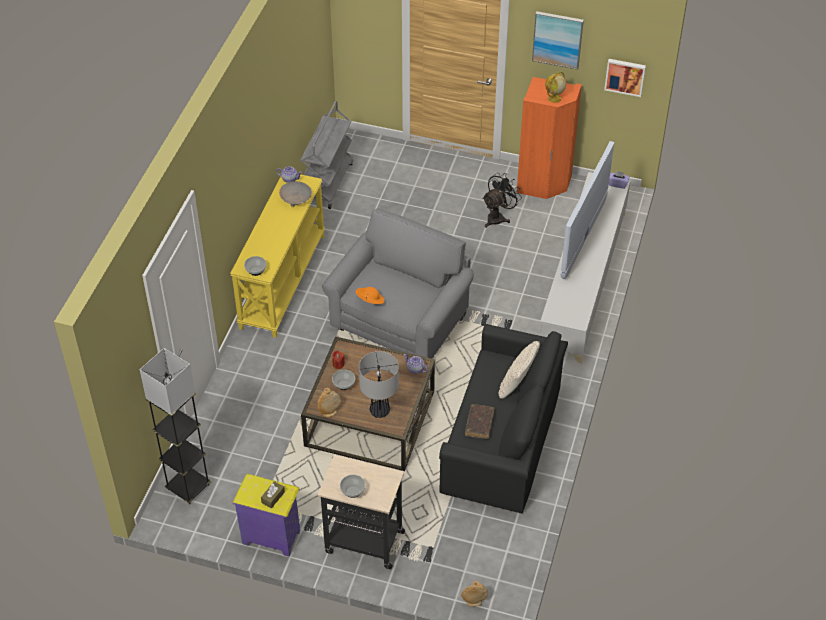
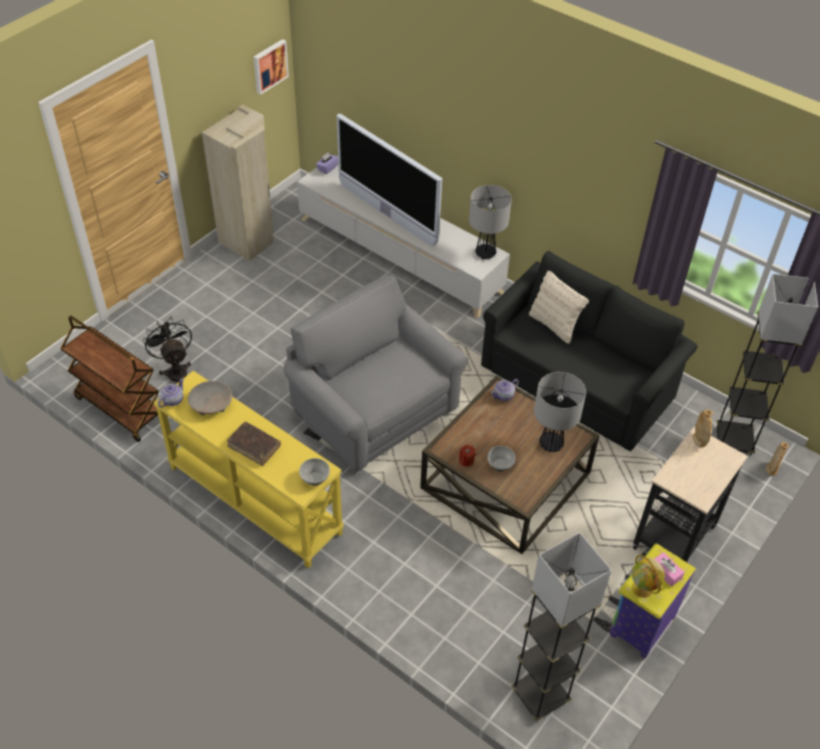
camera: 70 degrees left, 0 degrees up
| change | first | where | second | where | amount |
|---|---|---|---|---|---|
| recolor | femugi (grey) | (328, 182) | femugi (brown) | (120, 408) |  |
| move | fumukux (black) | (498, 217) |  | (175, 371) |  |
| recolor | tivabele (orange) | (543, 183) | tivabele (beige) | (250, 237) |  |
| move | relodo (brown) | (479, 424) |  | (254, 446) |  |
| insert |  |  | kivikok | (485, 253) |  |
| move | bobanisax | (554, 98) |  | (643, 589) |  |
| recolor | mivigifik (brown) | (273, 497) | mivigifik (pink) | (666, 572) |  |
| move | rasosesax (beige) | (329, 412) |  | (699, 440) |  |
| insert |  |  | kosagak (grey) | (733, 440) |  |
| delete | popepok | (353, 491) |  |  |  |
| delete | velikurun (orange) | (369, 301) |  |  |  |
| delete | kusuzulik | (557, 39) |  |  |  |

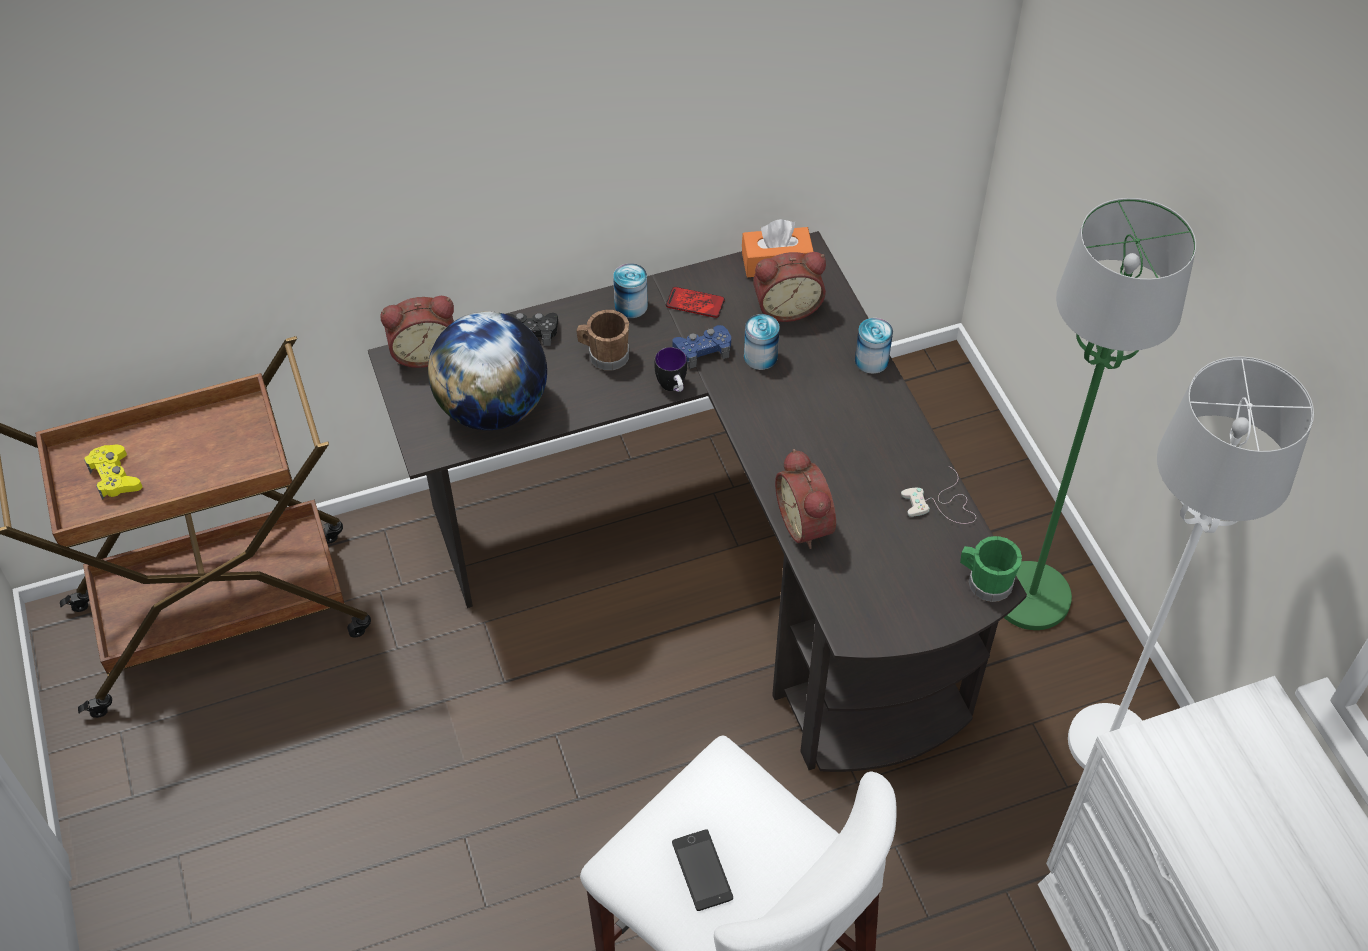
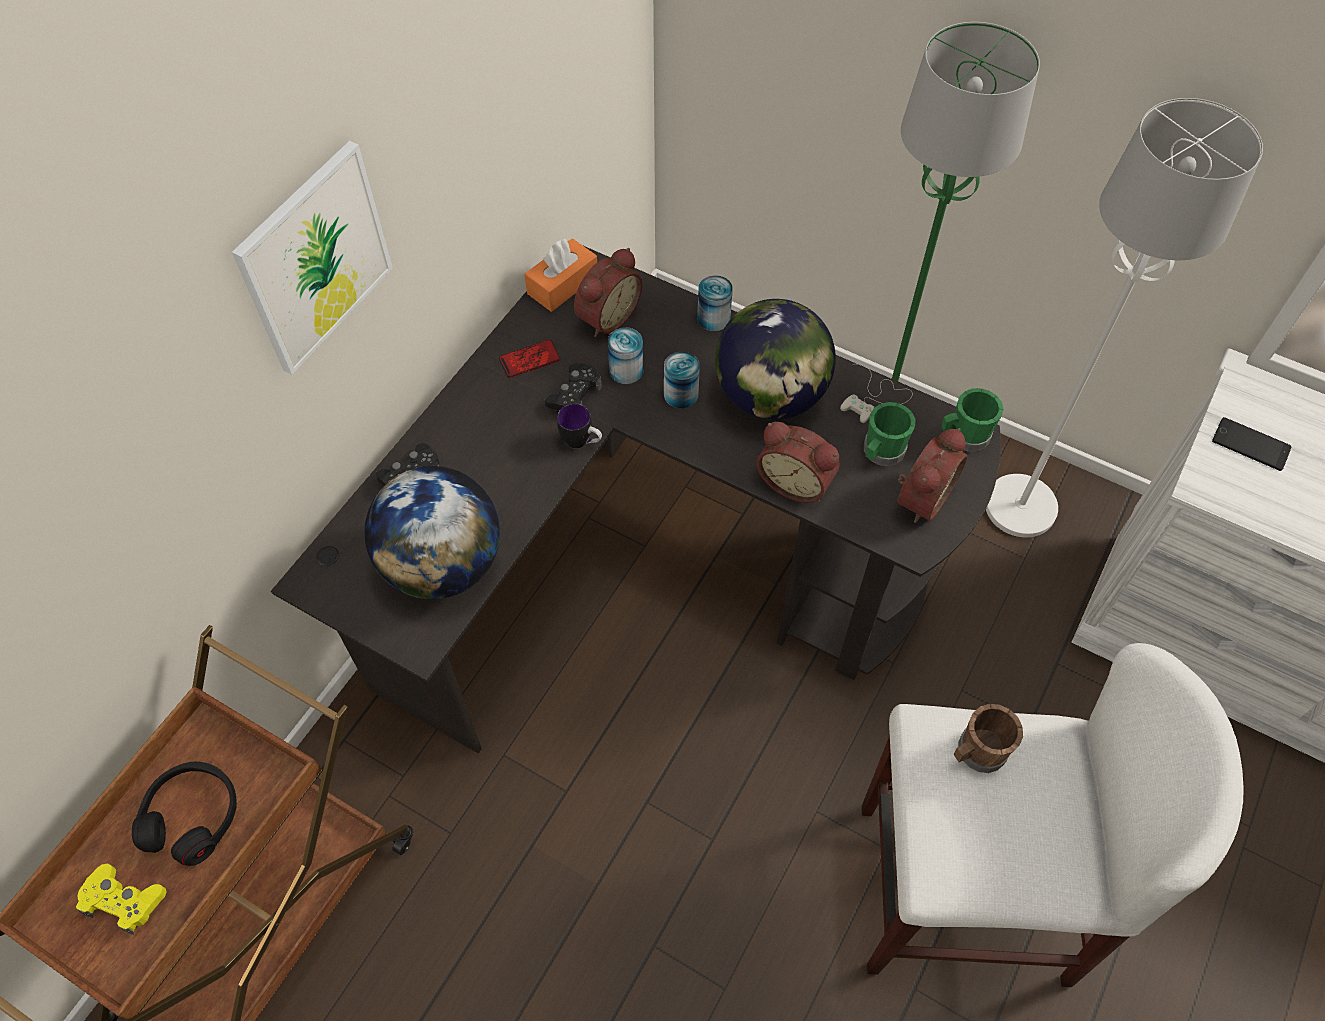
camera: 40 degrees left, 5 degrees up
| change | first | where | second | where | amount |
|---|---|---|---|---|---|
| insert |  |  | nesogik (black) | (193, 816) |  |
| insert |  |  | kusuzulik | (315, 258) |  |
| recolor | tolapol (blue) | (702, 350) | tolapol (black) | (574, 395) |  |
| move | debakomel | (631, 306) |  | (681, 394) |  |
| insert |  |  | bobanisax | (770, 396) |  |
| insert |  |  | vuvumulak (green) | (881, 452) |  |
| move | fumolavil | (424, 351) |  | (920, 497) |  |
| move | vuvumulak (brown) | (604, 355) |  | (977, 752) |  |
| move | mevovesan | (702, 870) |  | (1250, 444) |  |

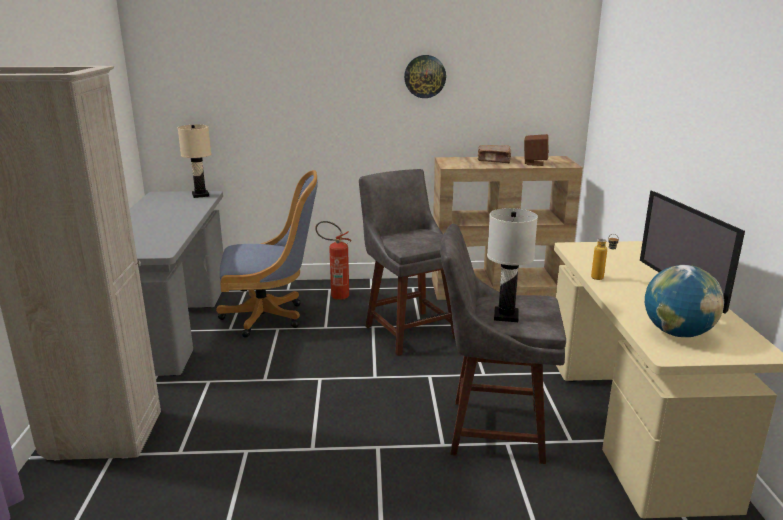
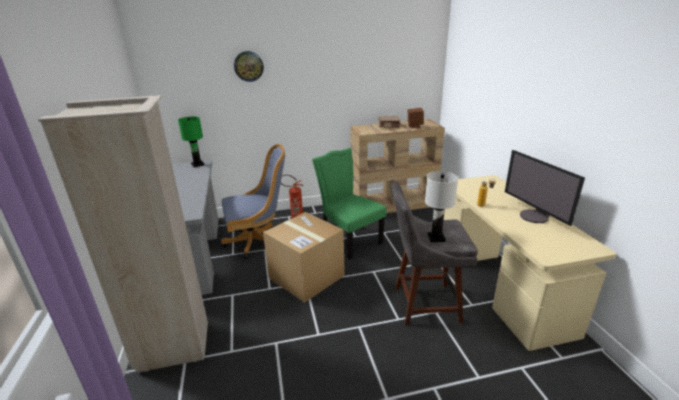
camera: 10 degrees left, 5 degrees up
| change | first | where | second | where | amount |
|---|---|---|---|---|---|
| recolor | kivikok (beige) | (200, 195) | kivikok (green) | (197, 164) |  |
| move | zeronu | (425, 76) |  | (248, 66) |  |
| insert |  |  | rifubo | (306, 277) |  |
| replace | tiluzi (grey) | (409, 330) | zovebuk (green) | (350, 241) |  |
| delete | bobanisax | (677, 333) |  |  |  |

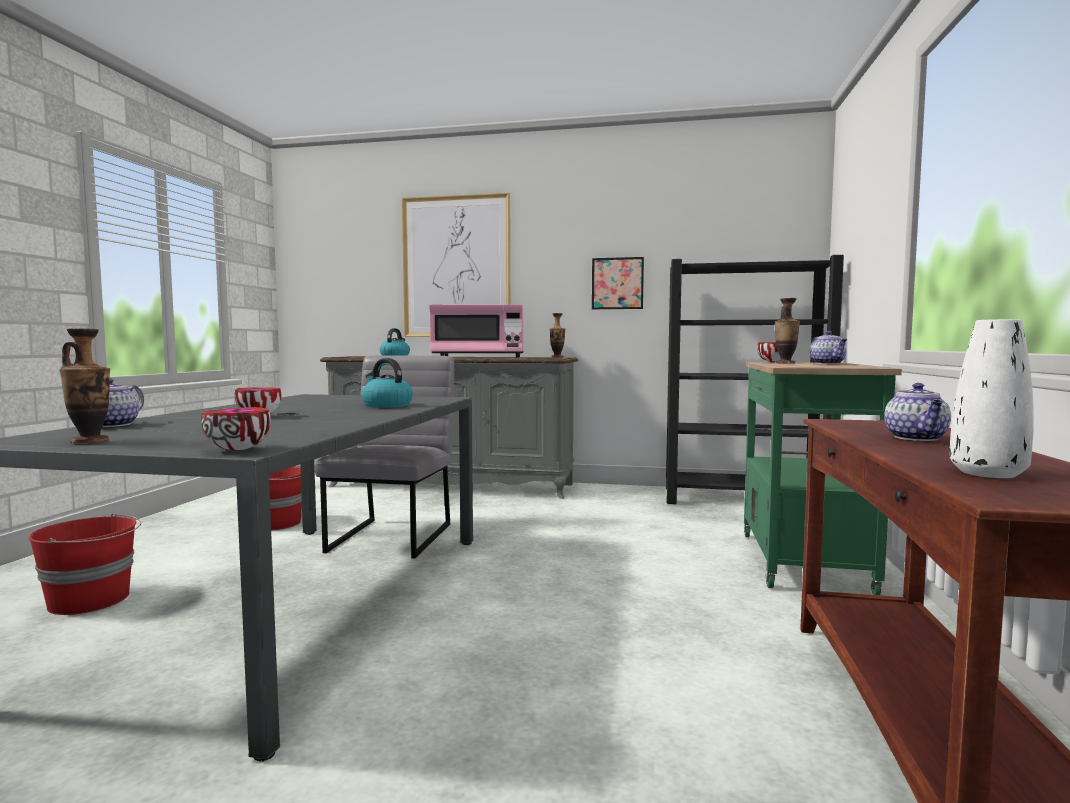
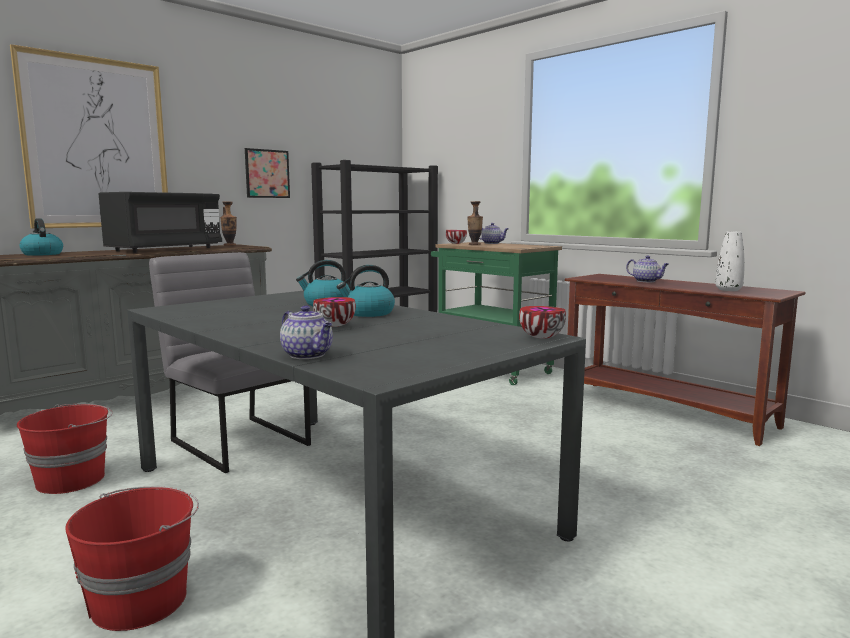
camera: 55 degrees left, 5 degrees up
| change | first | where | second | where | amount |
|---|---|---|---|---|---|
| recolor | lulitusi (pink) | (478, 357) | lulitusi (black) | (165, 249) |  |
| insert |  |  | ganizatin | (368, 313) |  |
| delete | rasosesax | (90, 441) |  |  |  |

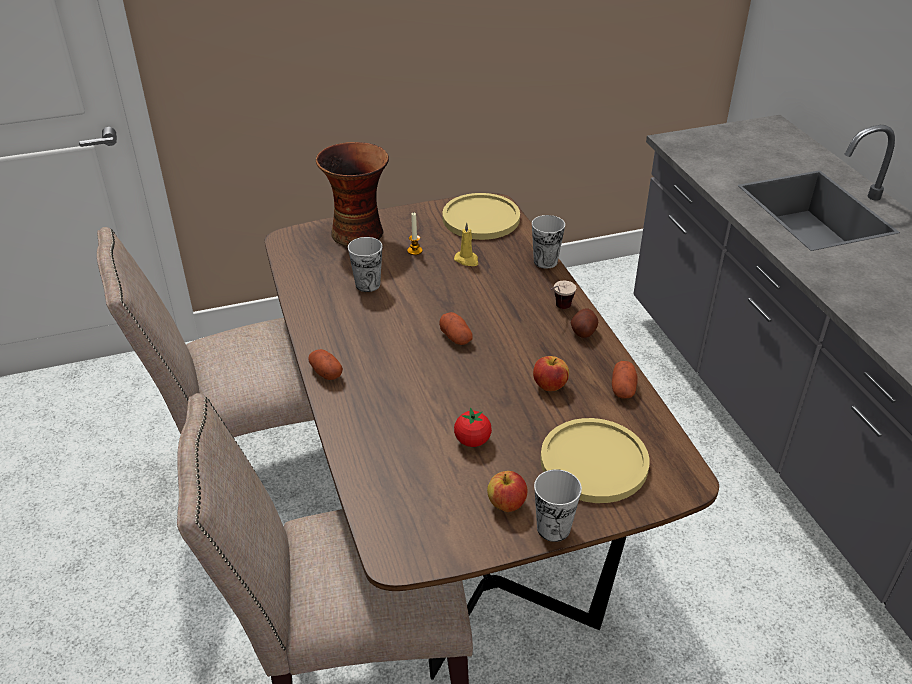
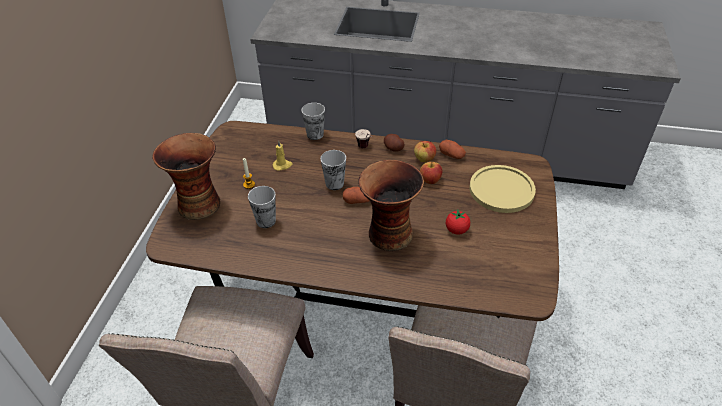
camera: 60 degrees left, 5 degrees up
| change | first | where | second | where | amount |
|---|---|---|---|---|---|
| move | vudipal | (553, 528) |  | (334, 184) |  |
| insert |  |  | rasosesax | (388, 234) |  |
| move | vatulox | (506, 504) |  | (424, 159) |  |
| delete | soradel | (326, 372) |  |  |  |
| delete | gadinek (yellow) | (481, 218) |  |  |  |

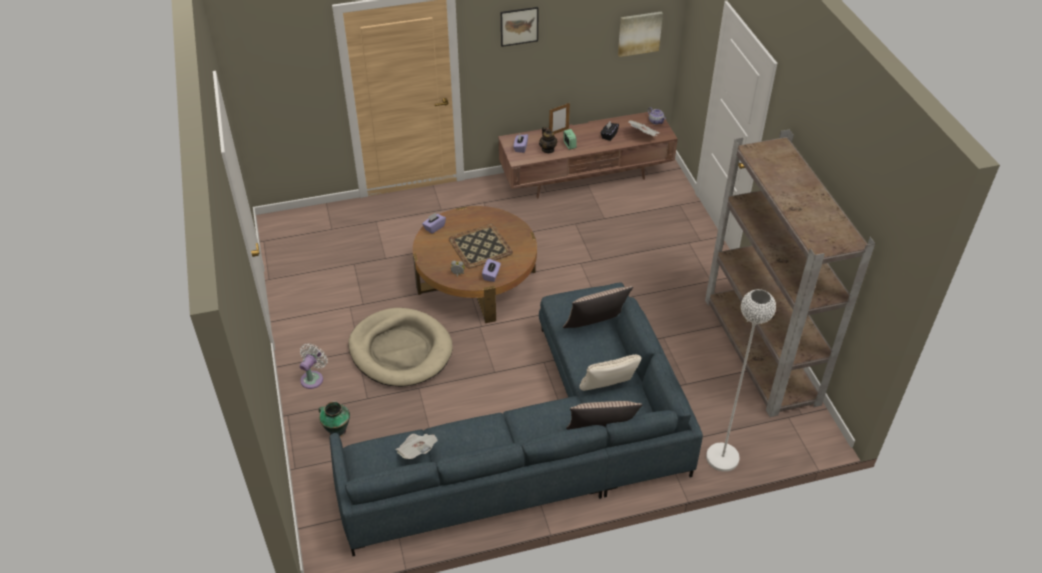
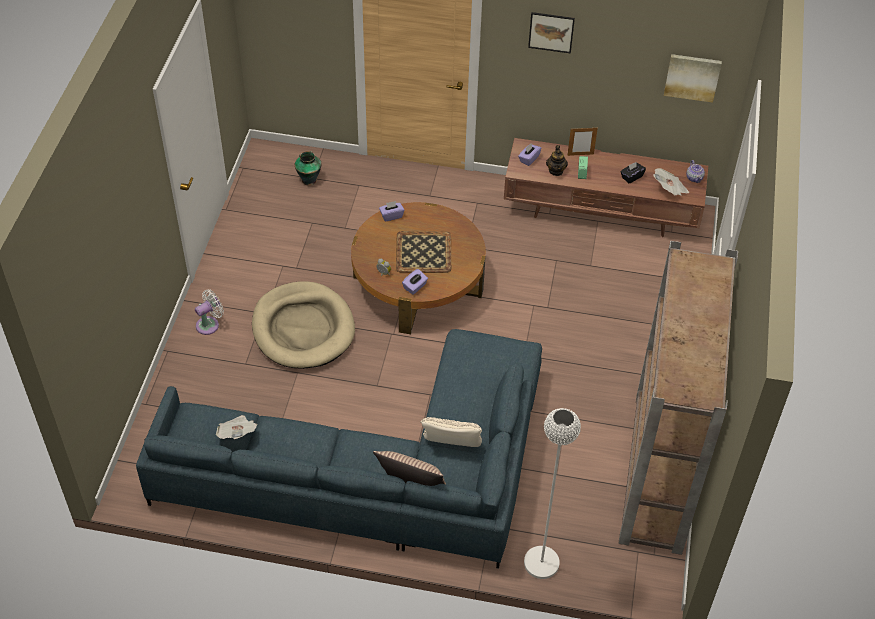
camera: 25 degrees right, 5 degrees up
| change | first | where | second | where | amount |
|---|---|---|---|---|---|
| move | rasosesax | (337, 431) |  | (308, 179) |  |
| delete | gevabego | (595, 327) |  |  |  |

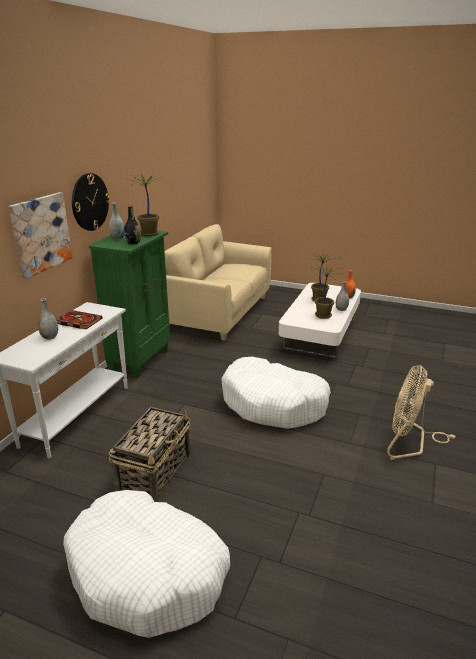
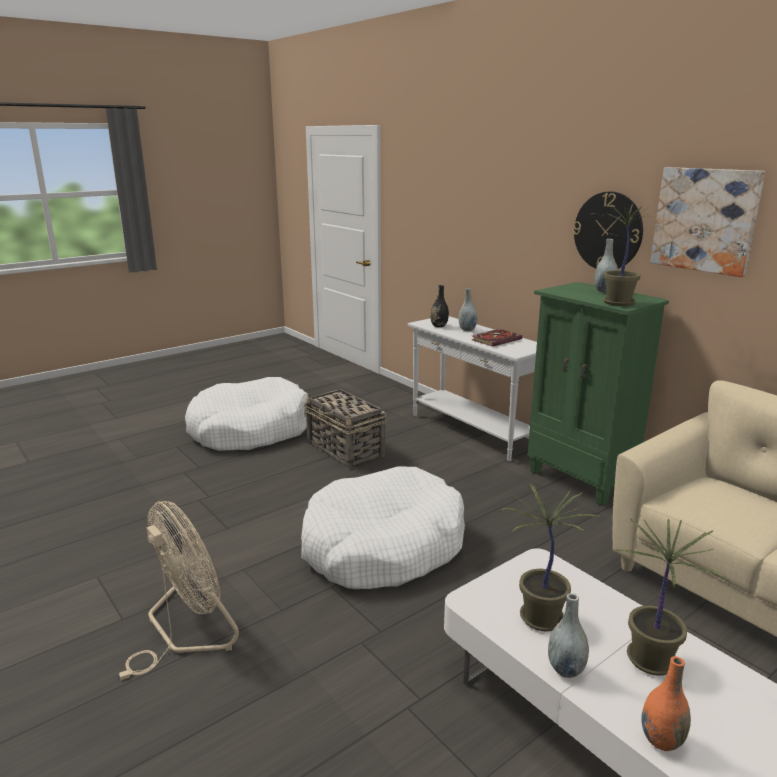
camera: 120 degrees right, 5 degrees down
| change | first | where | second | where | amount |
|---|---|---|---|---|---|
| move | rasosesax (black) | (133, 243) |  | (439, 326) |  |
| move | kusuzulik | (41, 233) |  | (705, 220) |  |

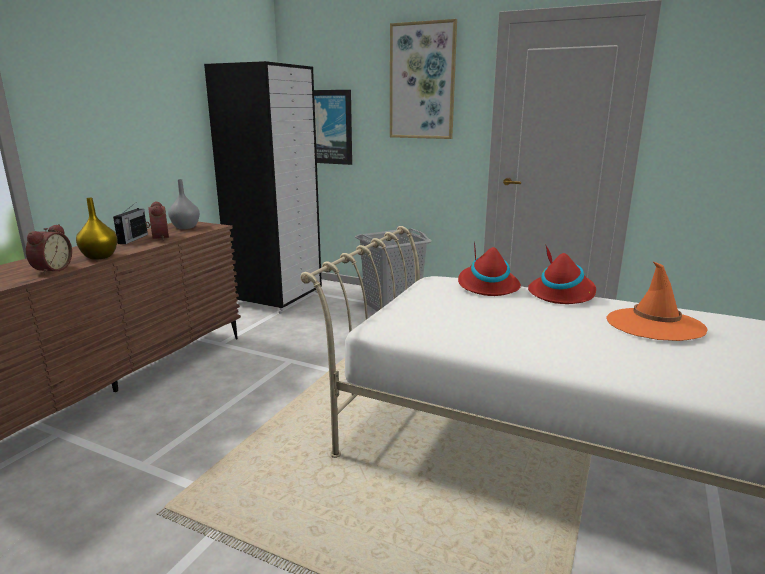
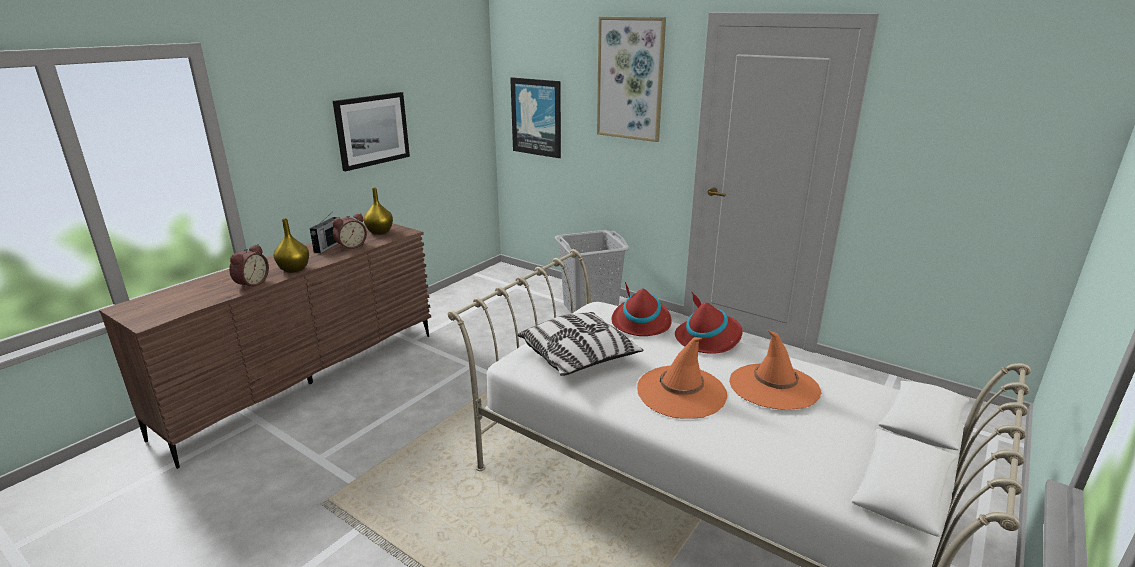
camera: 10 degrees right, 5 degrees up
| change | first | where | second | where | amount |
|---|---|---|---|---|---|
| rotate | fumolavil | (158, 238) |  | (351, 246) | 60 degrees clockwise |
| insert |  |  | kusuzulik | (372, 130) |  |
| recolor | rasosesax (grey) | (185, 227) | rasosesax (yellow) | (379, 232) |  |
| insert |  |  | gevabego | (579, 357) |  |
| insert |  |  | velikurun (orange) | (681, 392) |  |
| delete | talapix | (276, 298) |  |  |  |

